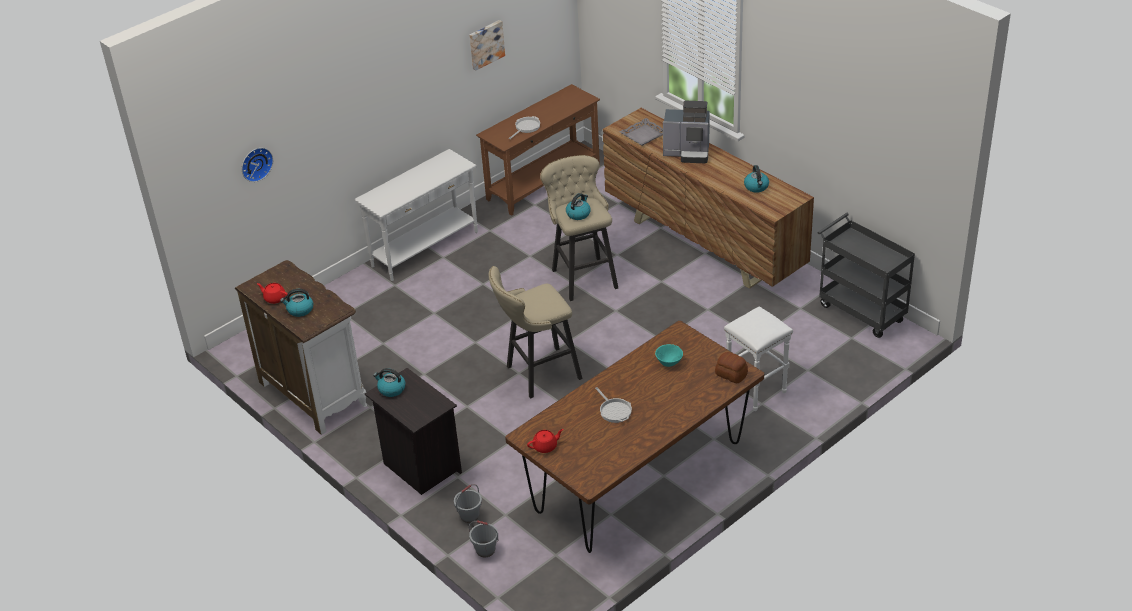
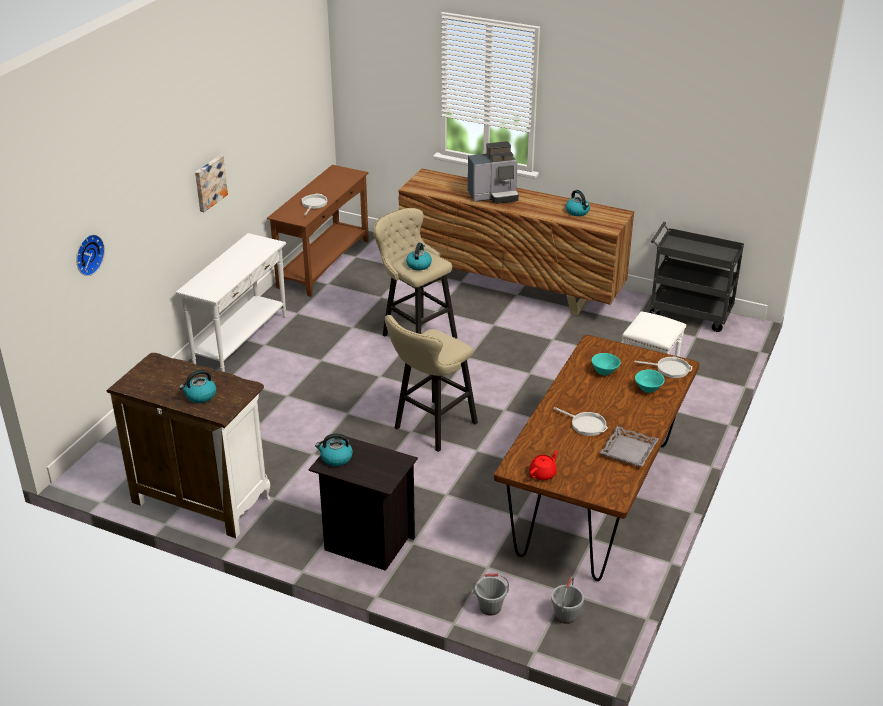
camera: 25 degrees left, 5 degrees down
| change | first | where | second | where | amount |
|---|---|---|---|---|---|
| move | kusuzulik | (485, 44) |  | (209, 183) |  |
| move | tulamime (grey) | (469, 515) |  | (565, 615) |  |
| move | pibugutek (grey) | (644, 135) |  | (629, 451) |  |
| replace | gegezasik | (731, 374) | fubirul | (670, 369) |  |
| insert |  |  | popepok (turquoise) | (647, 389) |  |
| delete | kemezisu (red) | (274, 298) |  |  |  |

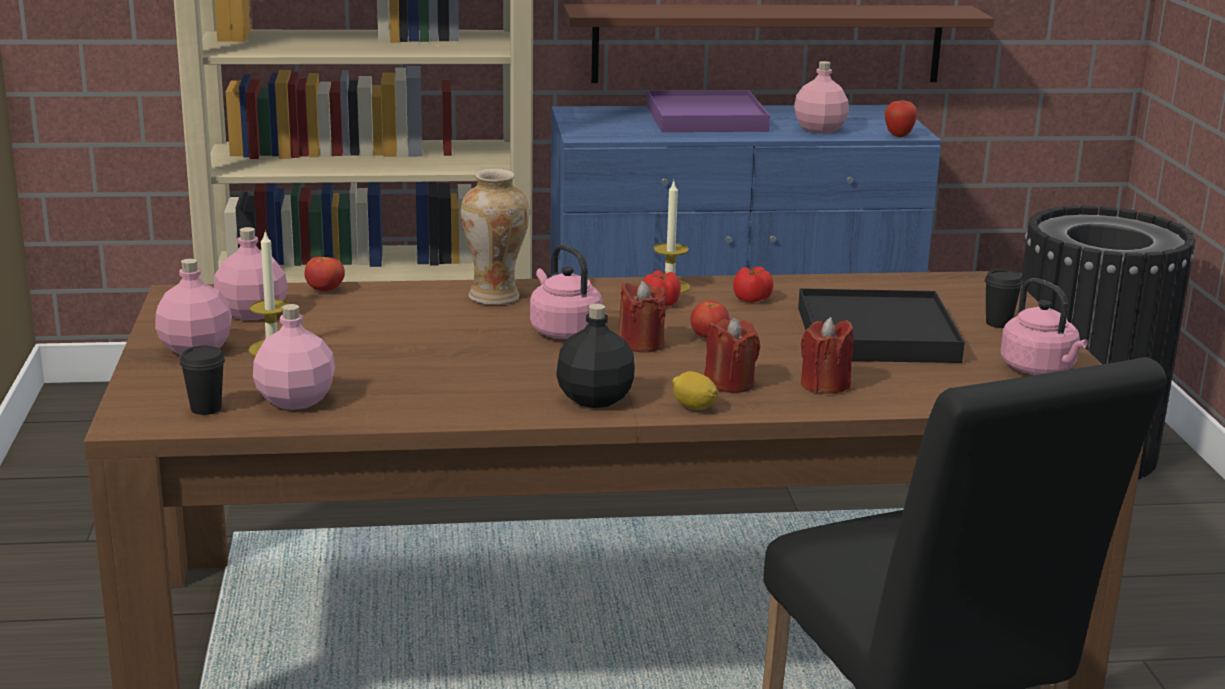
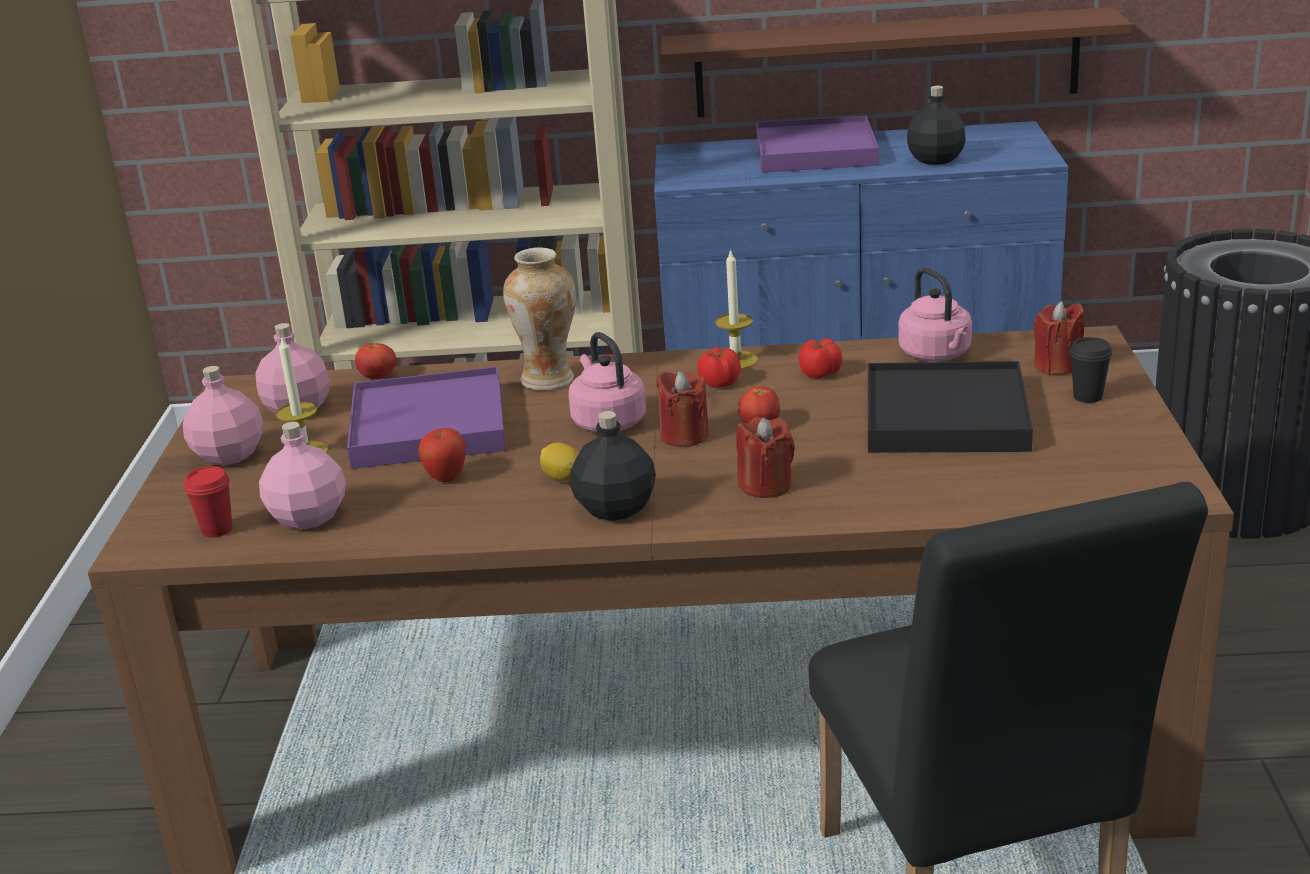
camera: 10 degrees right, 5 degrees up
| change | first | where | second | where | amount |
|---|---|---|---|---|---|
| recolor | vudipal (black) | (206, 409) | vudipal (red) | (217, 530) |  |
| insert |  |  | pibugutek (purple) | (428, 426) |  |
| move | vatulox | (898, 135) |  | (446, 478) |  |
| move | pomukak | (694, 407) |  | (563, 478) |  |
| move | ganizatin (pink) | (1040, 369) |  | (937, 355) |  |
| recolor | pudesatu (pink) | (819, 129) | pudesatu (black) | (935, 160) |  |
| move | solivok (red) | (824, 385) |  | (1057, 366) |  |

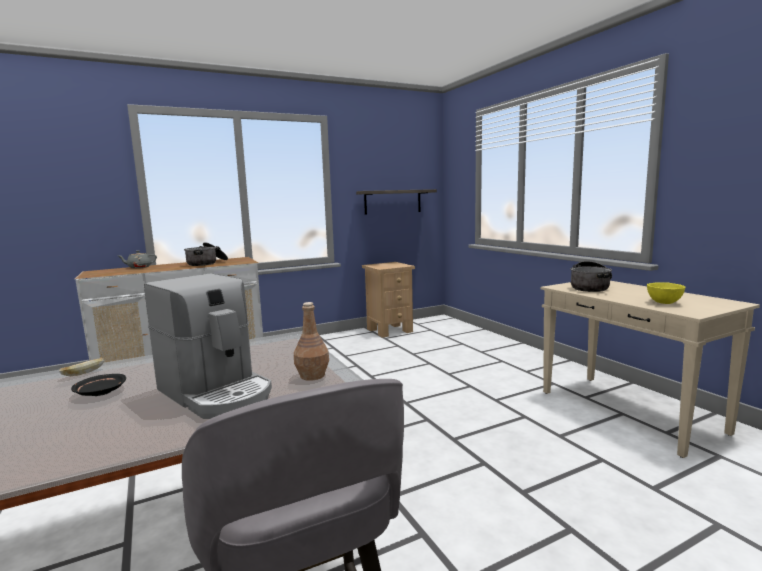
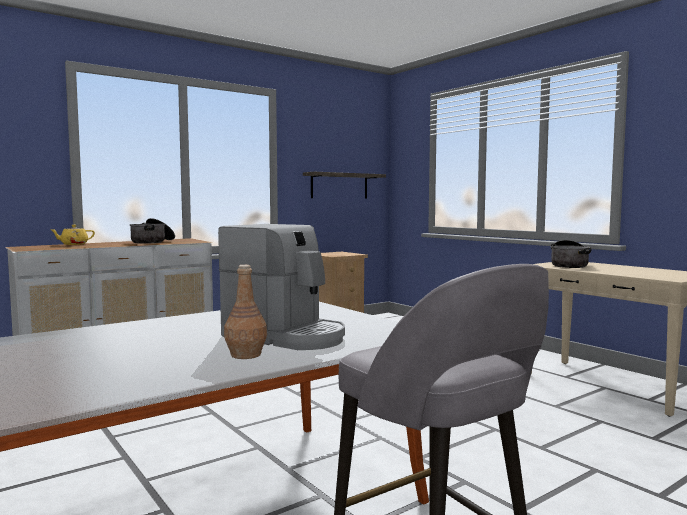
camera: 10 degrees left, 5 degrees down
| change | first | where | second | where | amount |
|---|---|---|---|---|---|
| recolor | kemezisu (grey) | (139, 267) | kemezisu (yellow) | (73, 244) |  |
| move | pudesatu (brown) | (313, 376) |  | (246, 355) |  |
| delete | gegezasik | (83, 373) |  |  |  |
| delete | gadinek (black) | (100, 392) |  |  |  |
| delete | popepok (yellow) | (664, 302) |  |  |  |

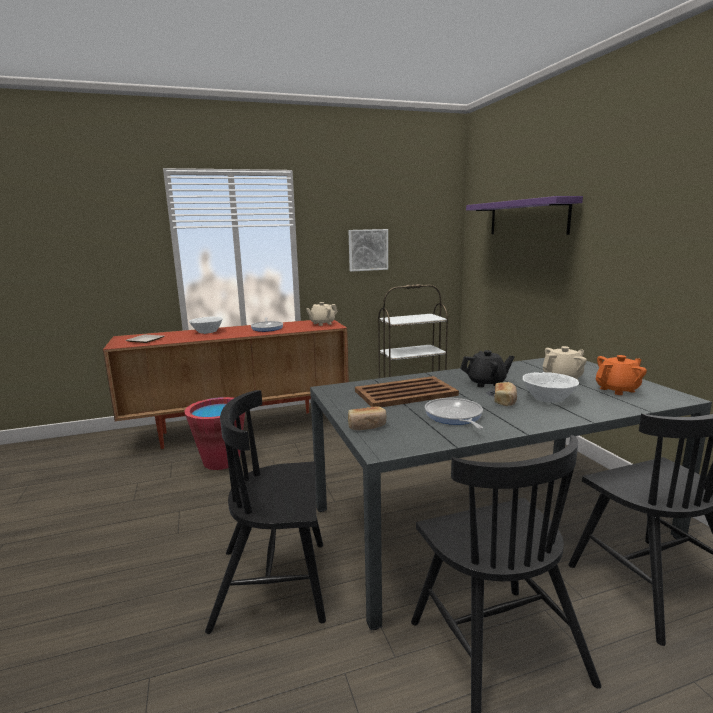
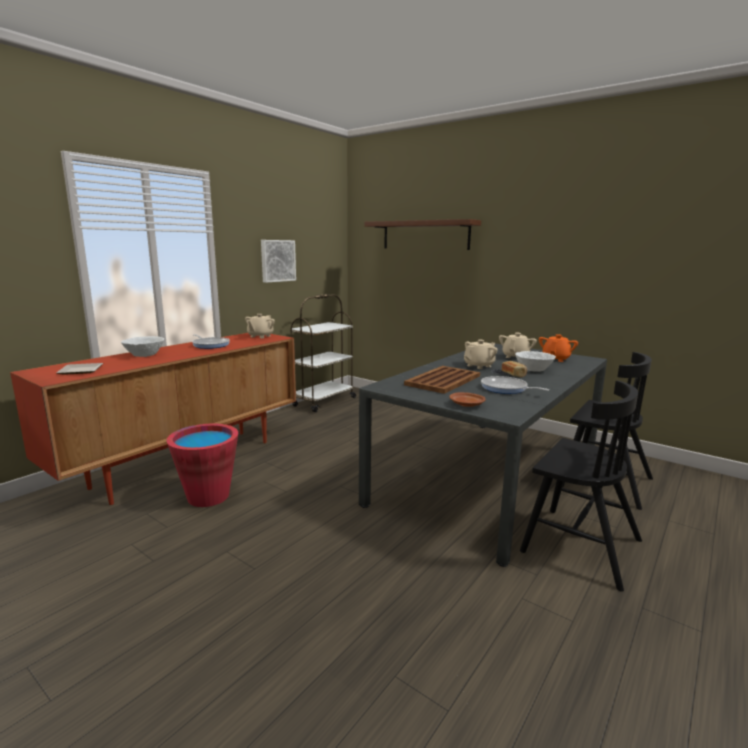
camera: 35 degrees left, 0 degrees up
| change | first | where | second | where | amount |
|---|---|---|---|---|---|
| recolor | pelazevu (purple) | (527, 217) | pelazevu (brown) | (425, 235) |  |
| replace | gegezasik | (367, 426) | gadinek (brown) | (467, 405) |  |
| recolor | kemezisu (black) | (486, 383) | kemezisu (beige) | (479, 366) |  |
| delete | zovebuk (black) | (279, 582) |  |  |  |

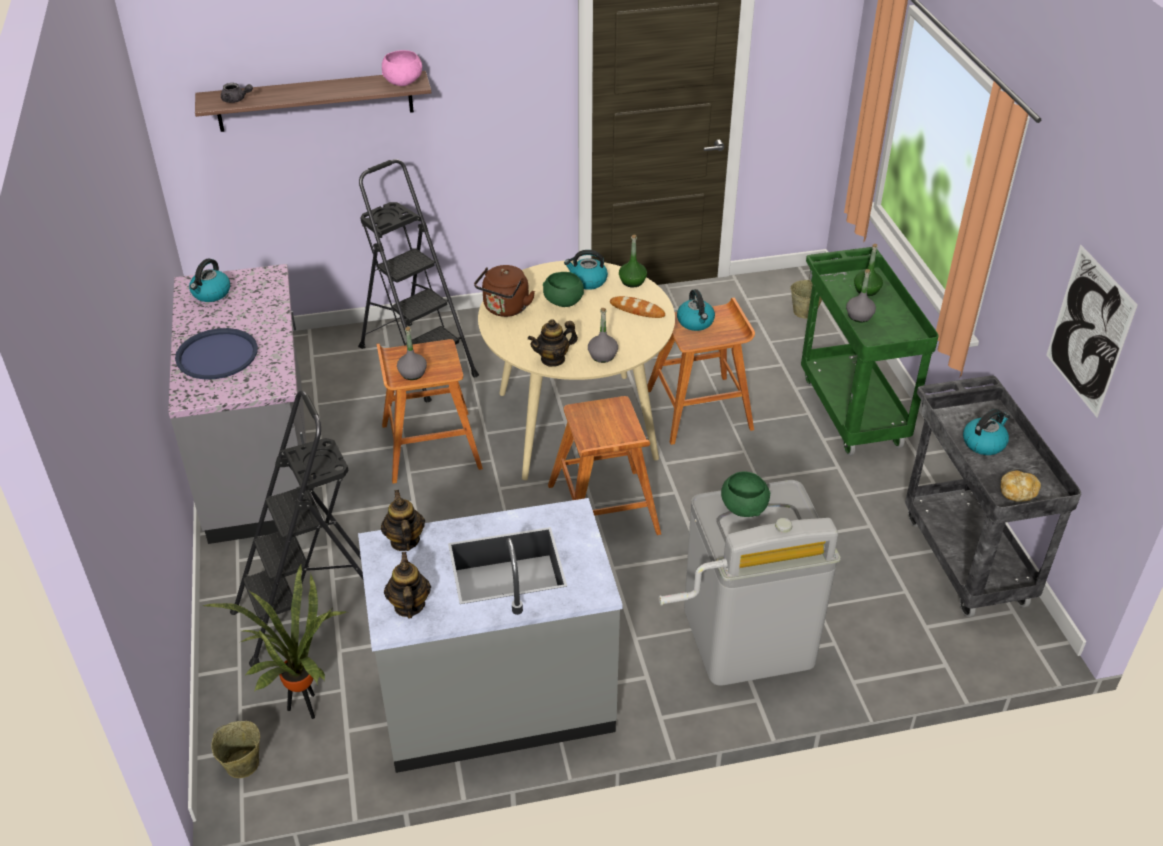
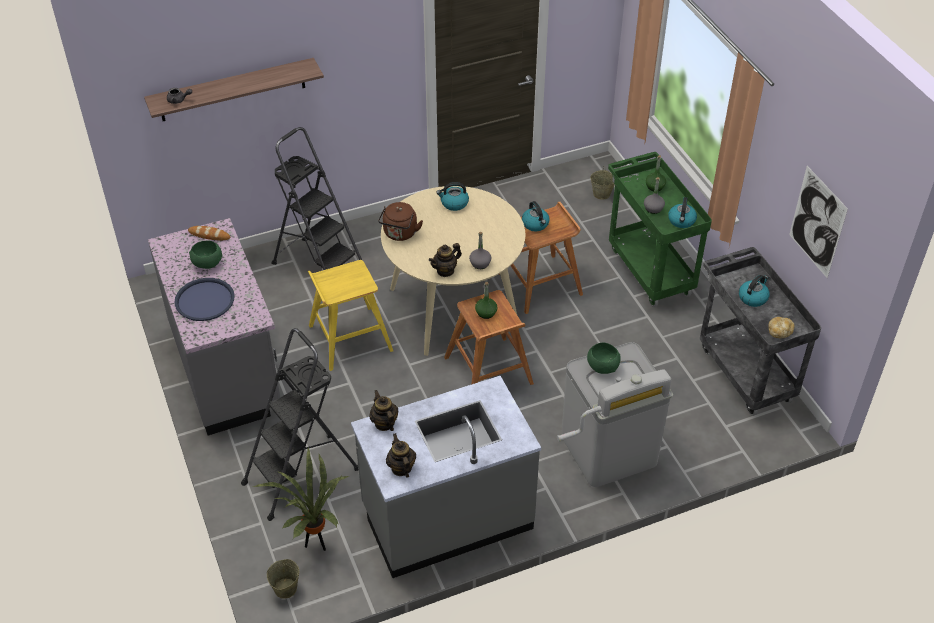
camera: 10 degrees left, 5 degrees up
| change | first | where | second | where | amount |
|---|---|---|---|---|---|
| move | gegezasik | (637, 310) |  | (209, 235) |  |
| move | popepok (green) | (563, 302) |  | (207, 264) |  |
| recolor | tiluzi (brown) | (429, 446) | tiluzi (yellow) | (349, 338) |  |
| move | pudesatu (green) | (632, 281) |  | (486, 313) |  |
| move | ganizatin | (211, 293) |  | (681, 221) |  |
| delete | popepok (pink) | (404, 82) |  |  |  |
| delete | pudesatu (grey) | (412, 373) |  |  |  |

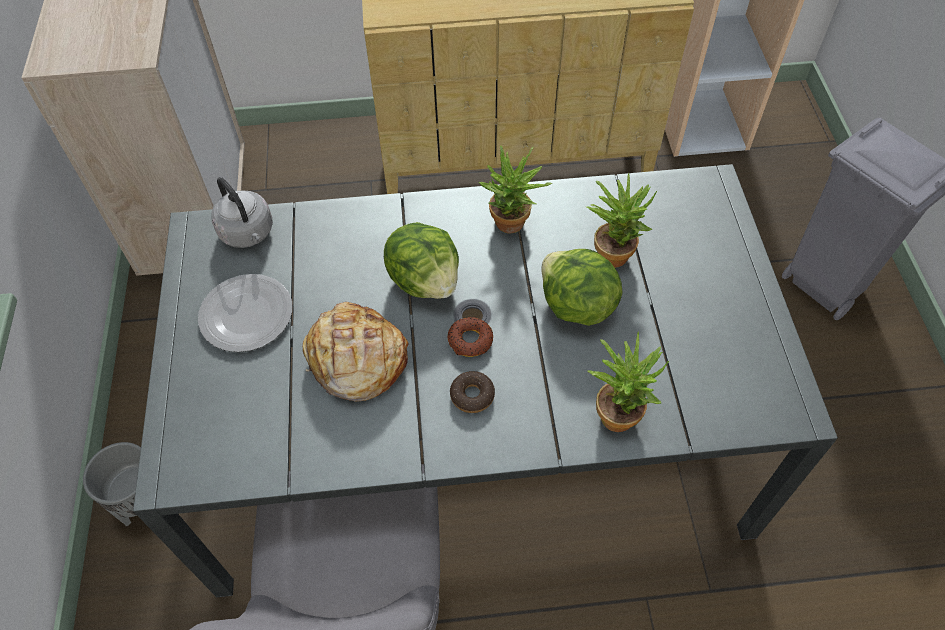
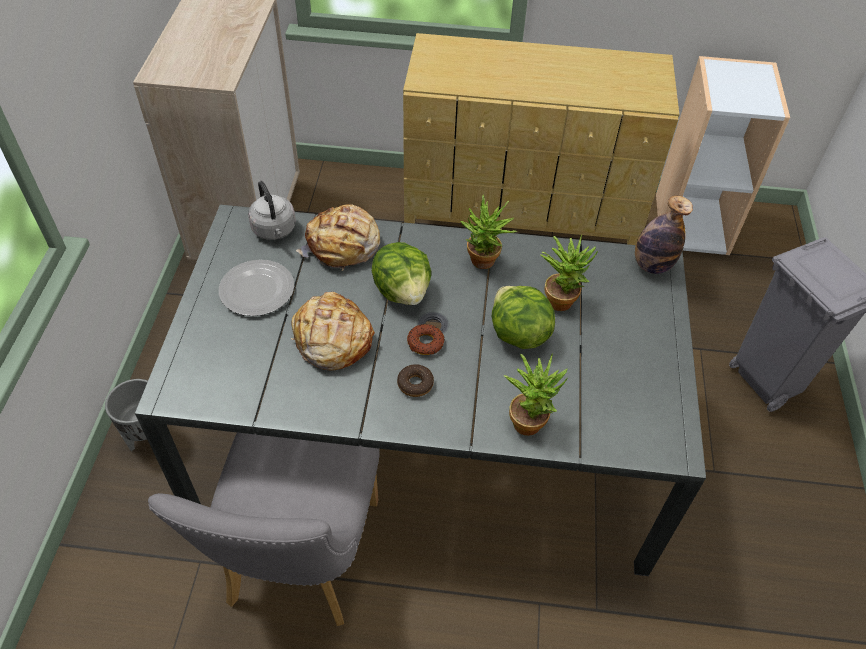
camera: 10 degrees right, 5 degrees down
| change | first | where | second | where | amount |
|---|---|---|---|---|---|
| insert |  |  | gegezasik | (343, 246) |  |
| insert |  |  | pudesatu | (652, 265) |  |

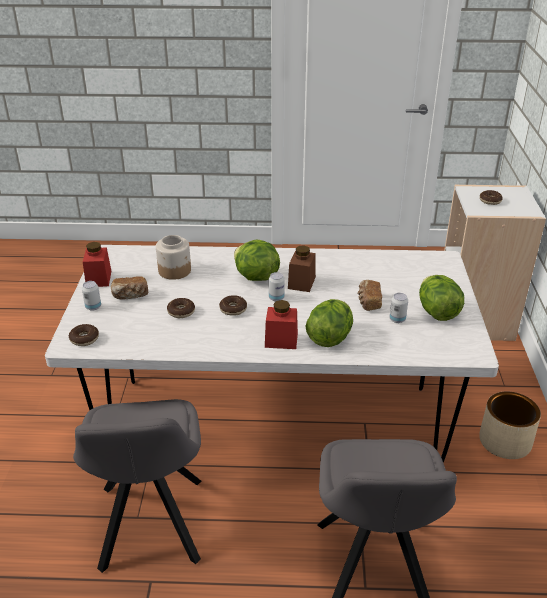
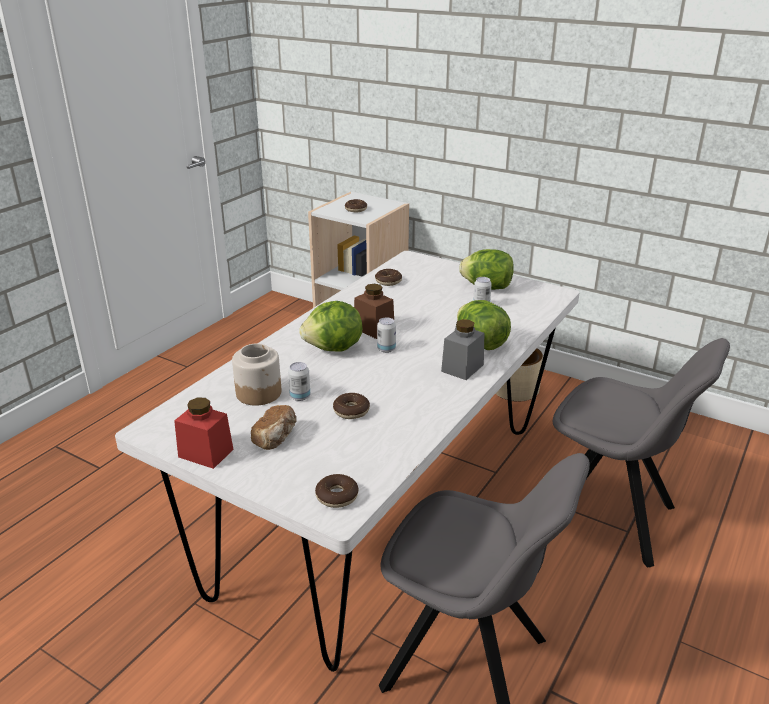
camera: 60 degrees left, 5 degrees down
| change | first | where | second | where | amount |
|---|---|---|---|---|---|
| move | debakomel | (93, 307) |  | (300, 397) |  |
| move | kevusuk | (233, 309) |  | (388, 281) |  |
| recolor | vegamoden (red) | (281, 340) | vegamoden (grey) | (462, 368) |  |
| delete | gegezasik | (368, 302) |  |  |  |

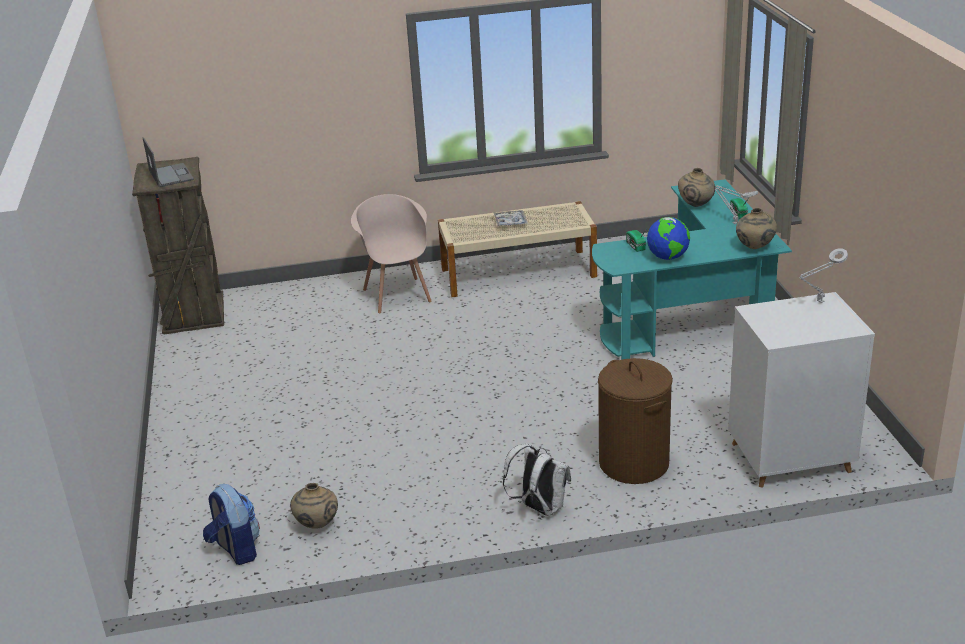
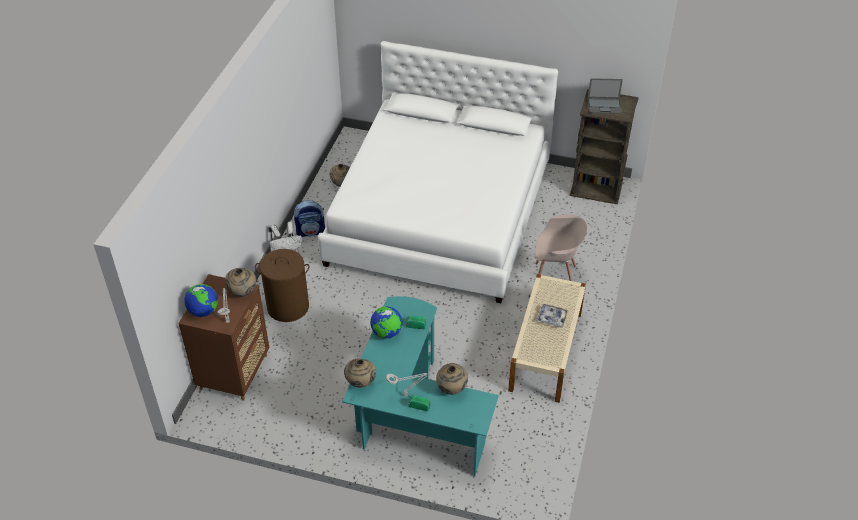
camera: 115 degrees right, 15 degrees up
| change | first | where | second | where | amount |
|---|---|---|---|---|---|
| recolor | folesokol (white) | (789, 457) | folesokol (brown) | (234, 371) |  |
| insert |  |  | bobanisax | (203, 311) |  |
| insert |  |  | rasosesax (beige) | (243, 292) |  |
| move | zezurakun | (236, 549) |  | (311, 231) |  |
| insert |  |  | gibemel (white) | (440, 213) |  |

